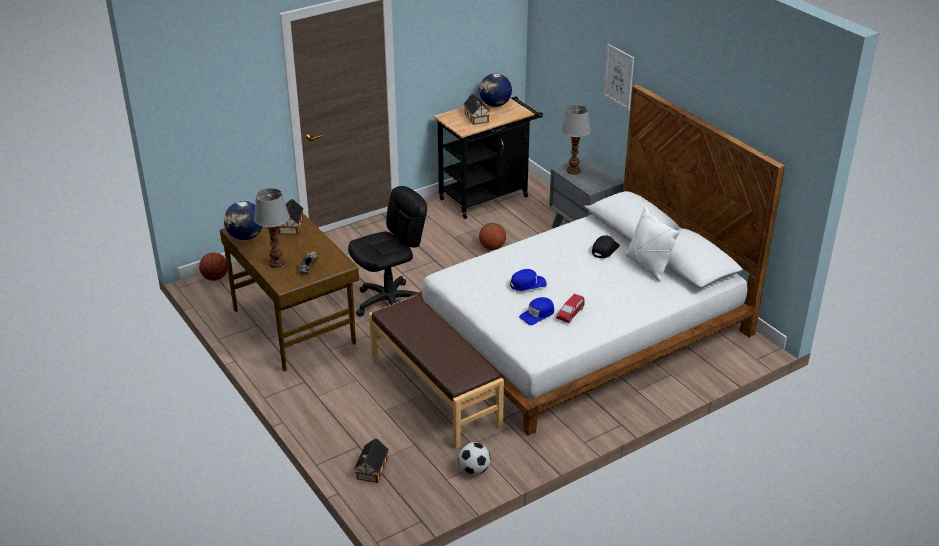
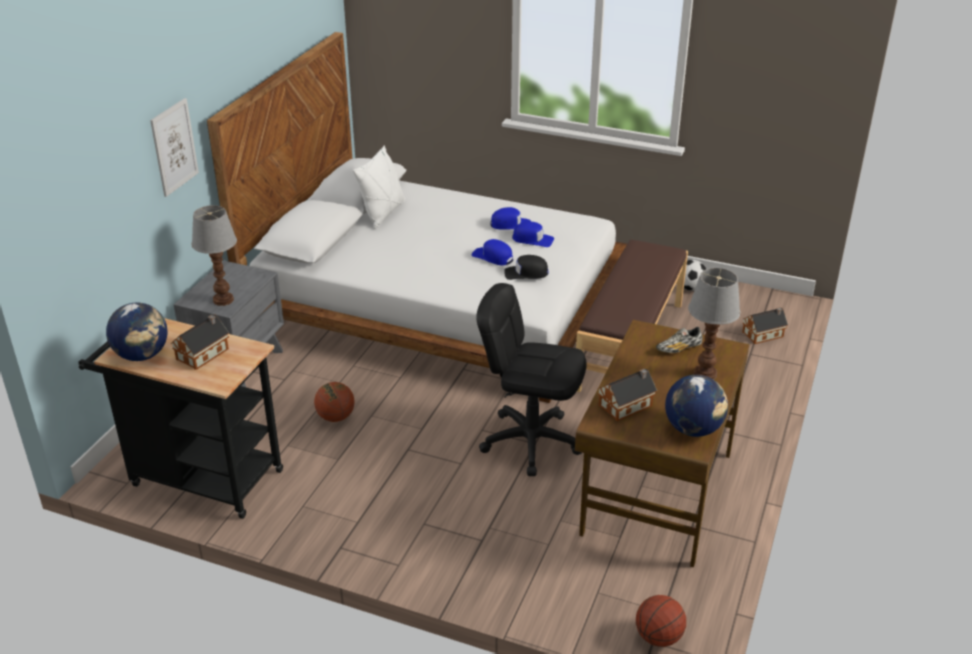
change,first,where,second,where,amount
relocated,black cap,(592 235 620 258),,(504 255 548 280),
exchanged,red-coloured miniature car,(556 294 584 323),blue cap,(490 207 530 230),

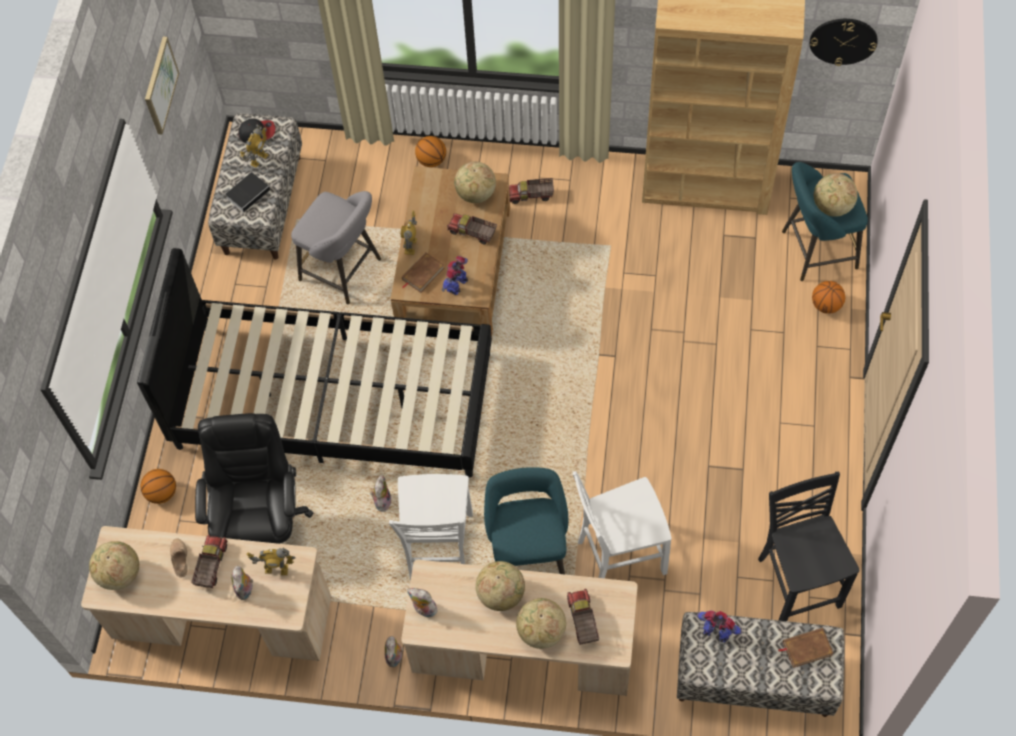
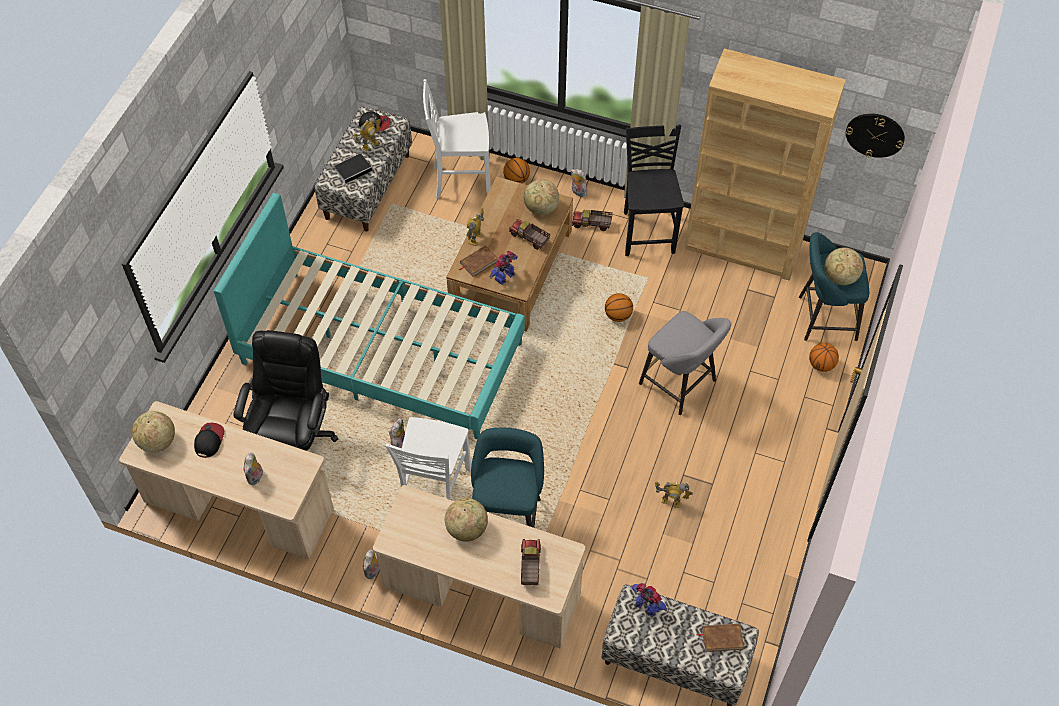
change,first,where,second,where,amount
missing,picture,(145 37 179 134),,,
relocated,greyish stool seat,(291 191 381 304),,(639 311 731 415),
colour,black sleeping bed,(137 248 492 477),turquoise sleeping bed,(214 193 525 439),
relocated,ball for basketball,(140 469 176 504),,(605 293 633 322),
relocated,white-coloured plain chair,(573 471 672 579),,(423 79 491 199),
relocated,black plain chair,(758 472 860 621),,(624 125 684 256),
missing,toy truck,(191 535 228 588),,,
exchanged,beige-coloured shoe,(170 538 188 577),cap,(194 423 224 458),
relocated,model robot,(247 548 296 575),,(655 481 693 508),
relocated,plush toy,(407 588 438 617),,(571 169 587 197),
missing,world globe,(516 598 566 649),,,

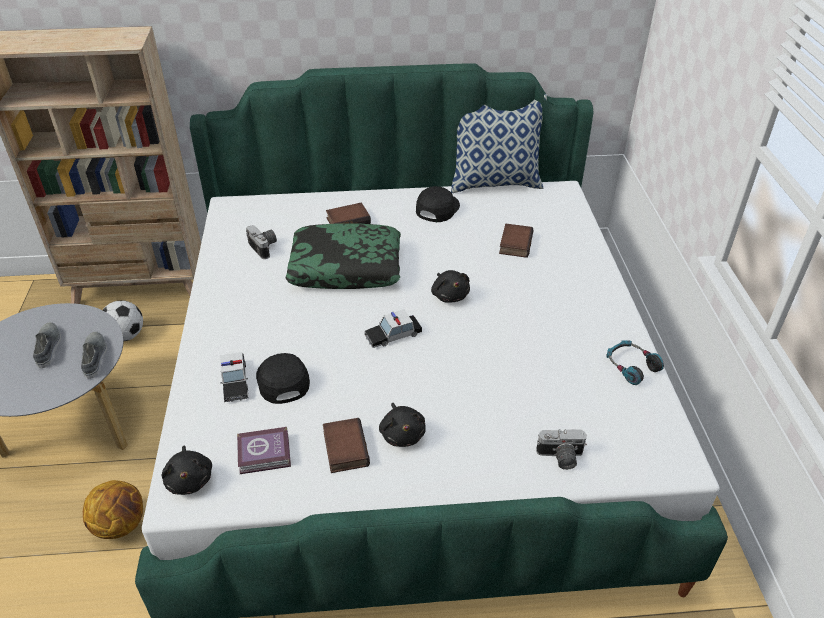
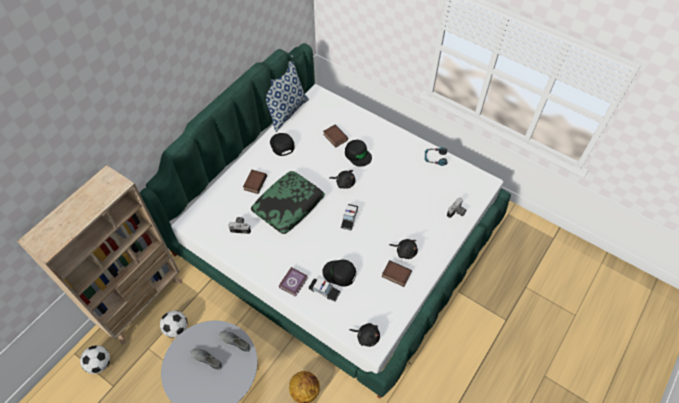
change,first,where,second,where,amount
relocated,book,(237 427 291 474),,(279 267 308 297),
appeared,,,black cap,(345 140 372 167),
appeared,,,football ball,(80 345 110 374),

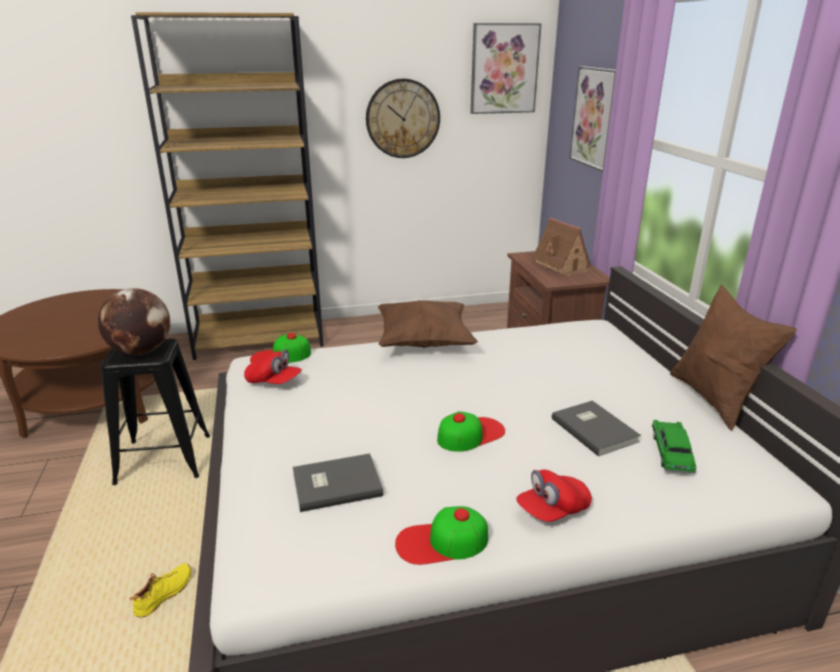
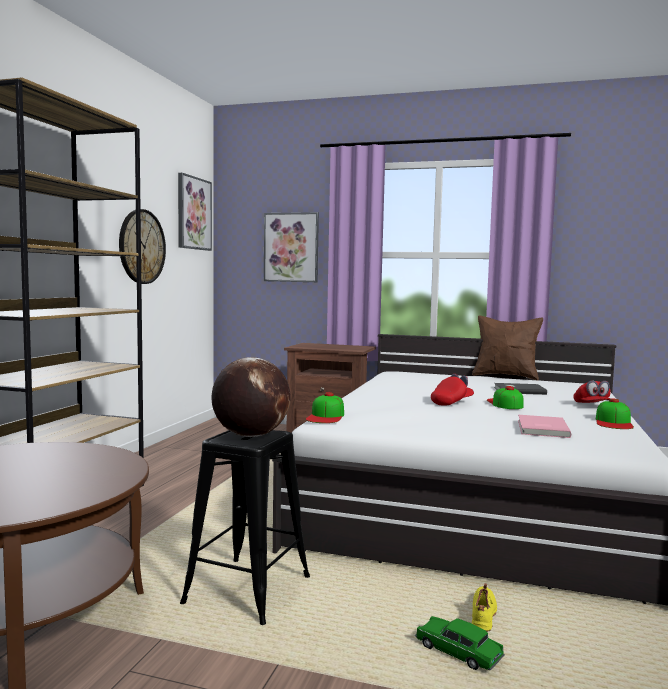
change,first,where,second,where,amount
missing,toy house,(532 218 593 277),,,
missing,brown pillow,(378 300 478 348),,,
relocated,red-coloured cap,(244 350 302 384),,(431 374 474 406),
relocated,greenish miniature car,(652 420 696 473),,(415 616 505 670),
colour,greyish book,(293 454 383 512),pink-coloured book,(518 415 571 438),
spun,yellow shoe,(130 564 191 617),,(472 583 497 632),45 degrees clockwise

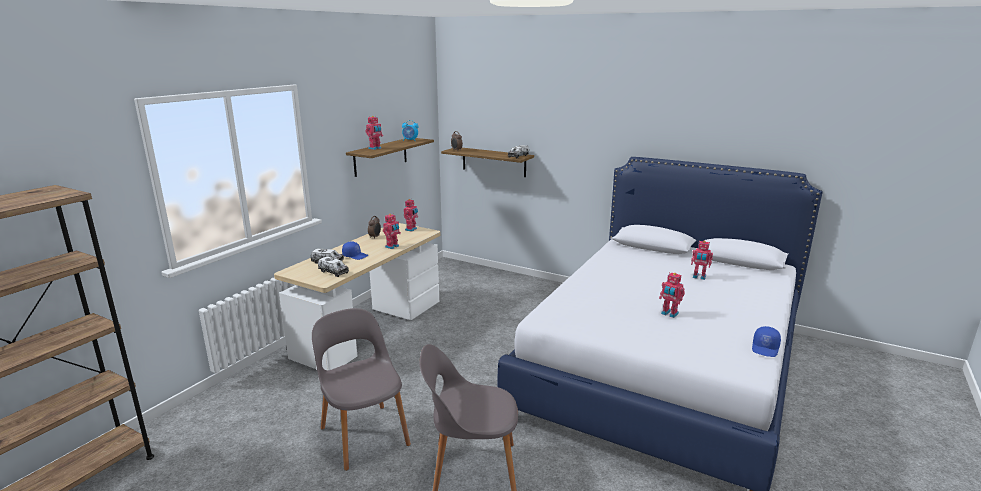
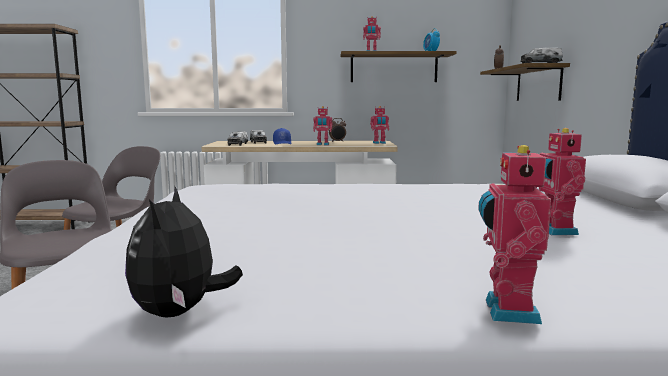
change,first,where,second,where,amount
relocated,model robot,(659 272 685 318),,(478 145 551 324),
exchanged,blue cap,(752 326 781 357),plush toy,(125 186 243 318),

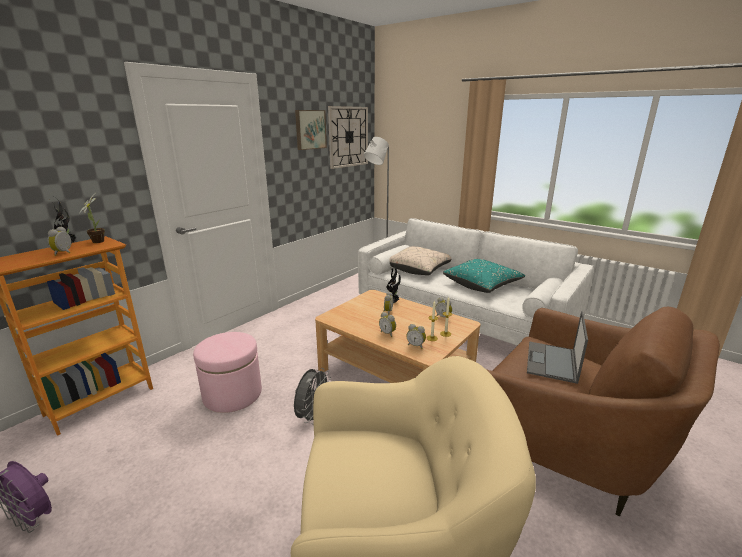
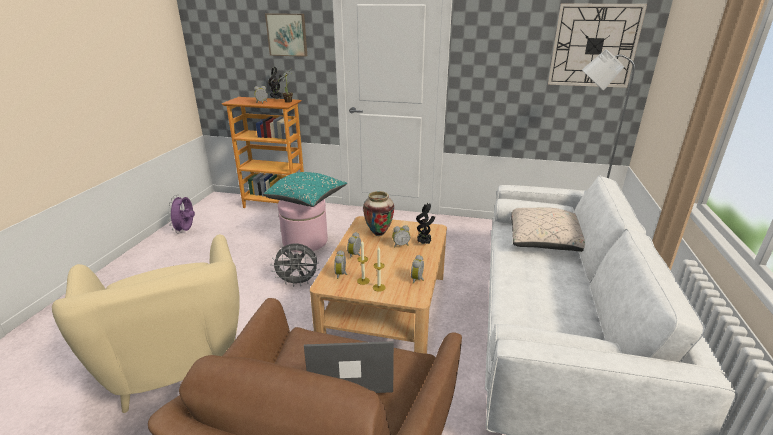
change,first,where,second,where,amount
relocated,picture,(295 110 327 150),,(265 13 307 57),
relocated,turquoise pillow,(443 259 525 293),,(263 172 347 207),
appeared,,,vase,(363 191 394 236),

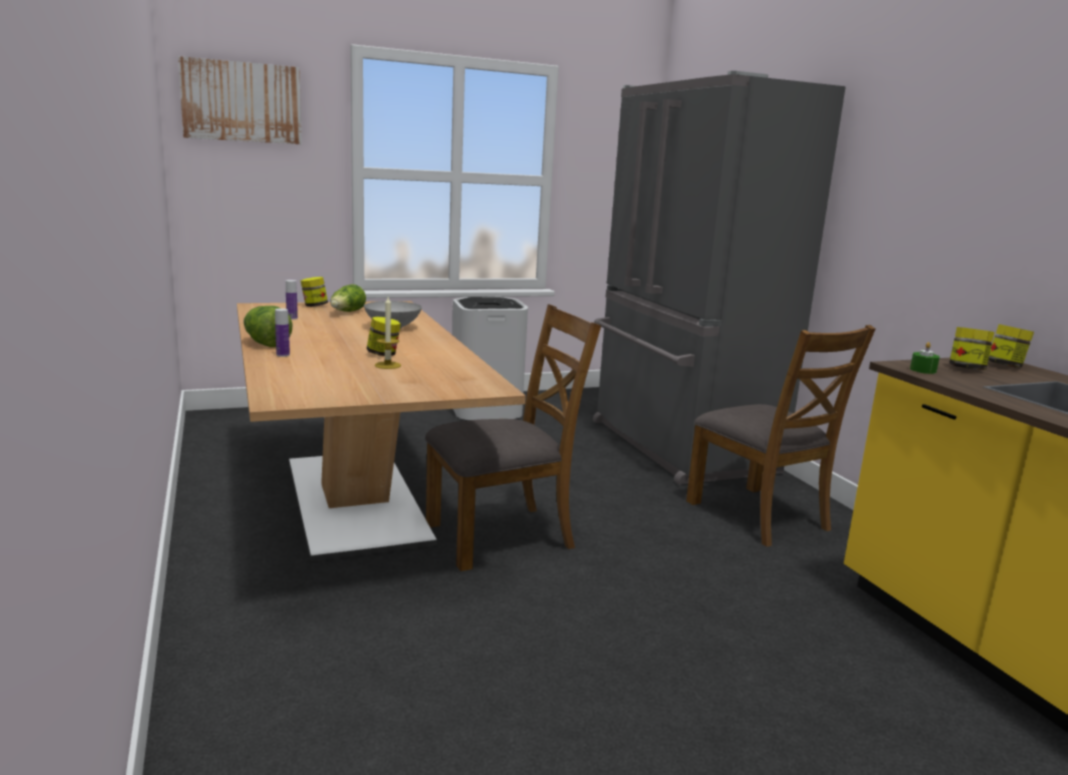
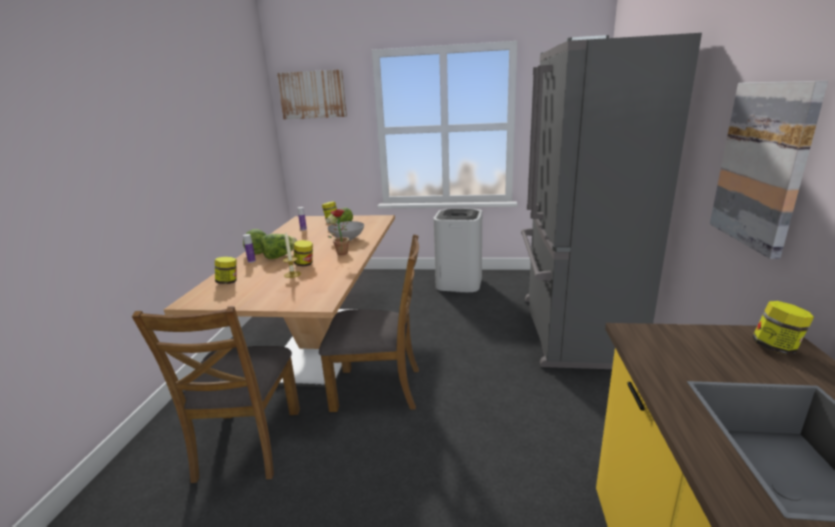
change,first,where,second,where,amount
relocated,brown plain chair,(686 325 875 547),,(132 306 300 483),
relocated,jar,(949 327 994 370),,(215 257 237 284),
missing,greenish candle,(910 342 940 374),,,
appeared,,,picture,(710 81 828 259),
appeared,,,plant in a pot,(327 209 349 255),
appeared,,,lettuce,(261 234 297 259),

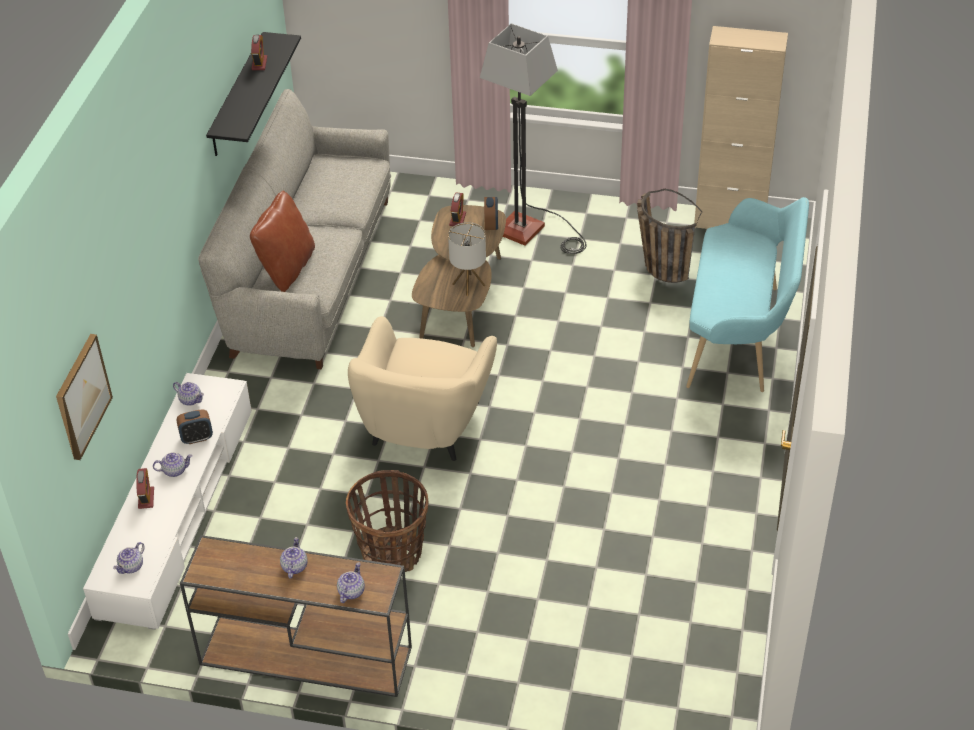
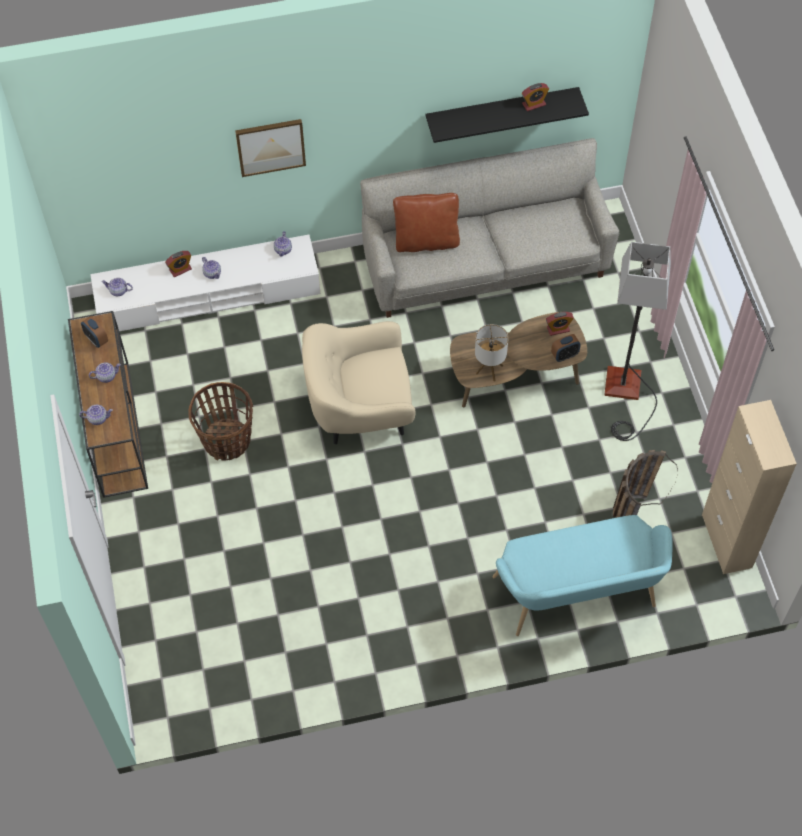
change,first,where,second,where,amount
relocated,picture,(56 334 113 460),,(235 119 306 177),
relocated,alarm clock,(177 409 213 444),,(81 316 108 348),

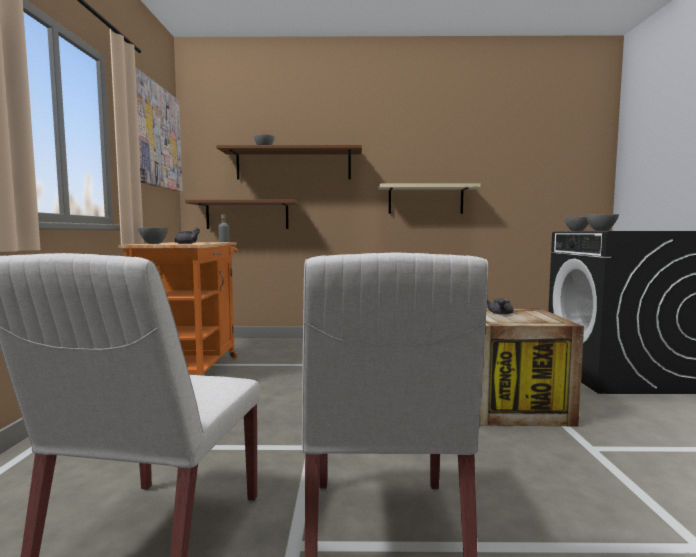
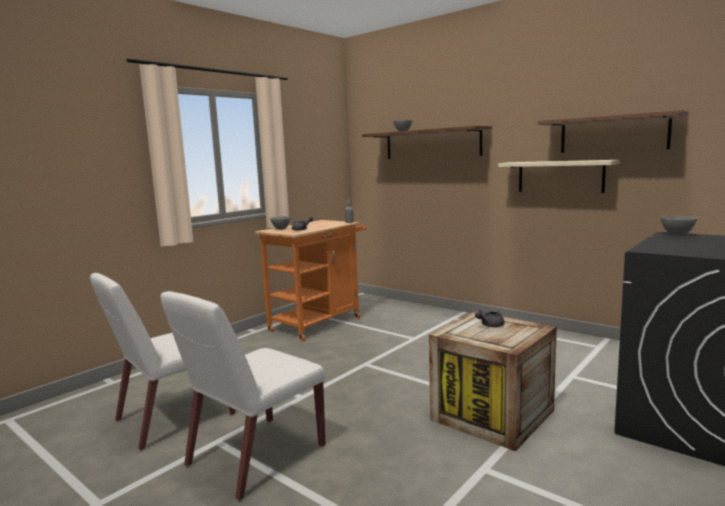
change,first,where,second,where,amount
missing,picture,(135 67 182 192),,,
relocated,brown wall shelf,(185 199 298 229),,(538 110 688 153),
missing,greyish serving bowl,(586 214 619 231),,,

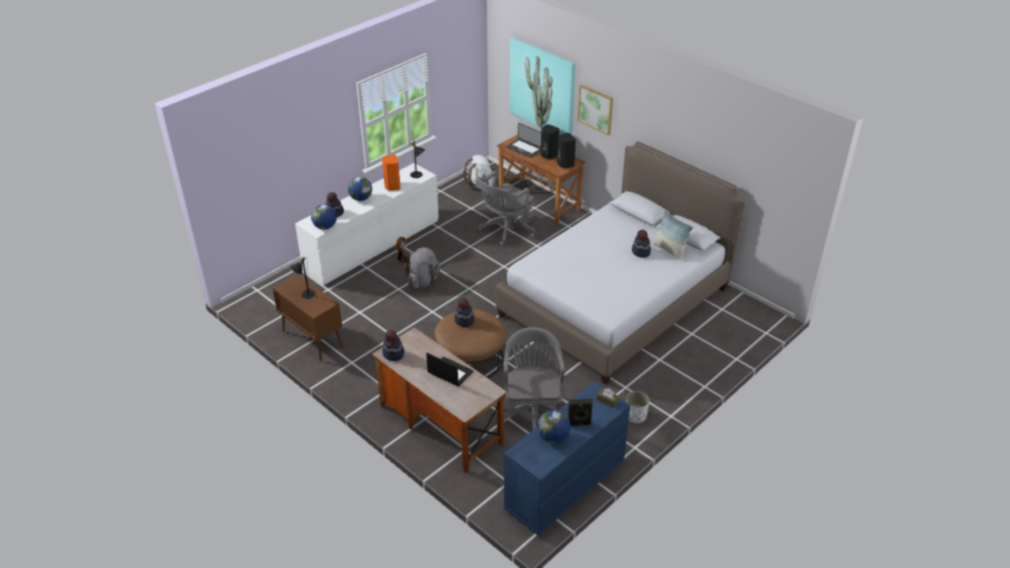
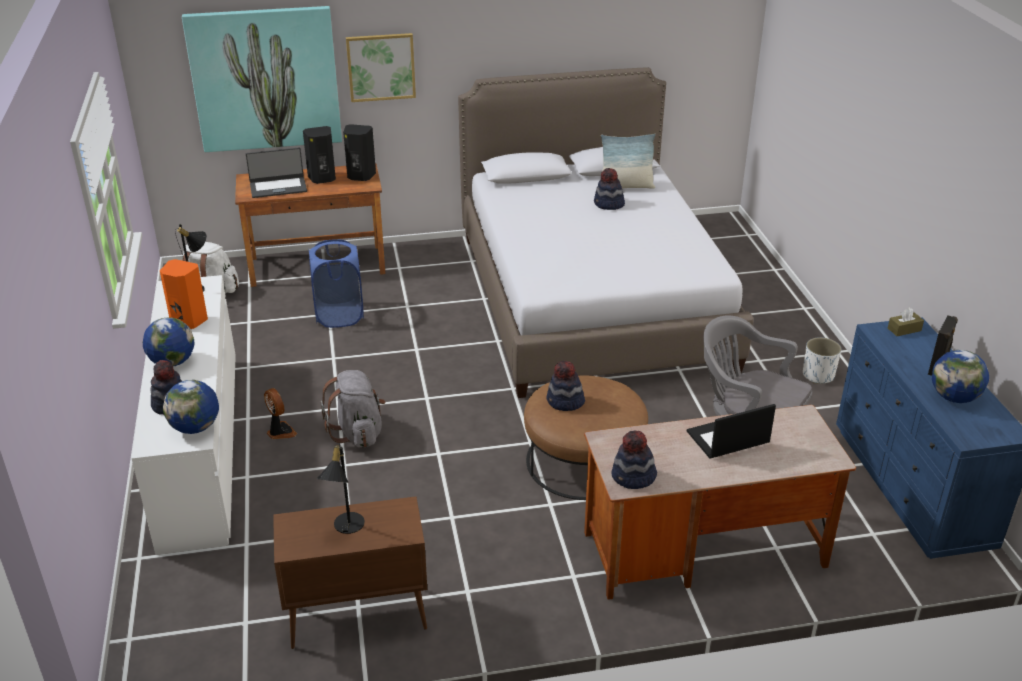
change,first,where,second,where,amount
exchanged,greyish office chair,(478 171 535 245),blue hamper,(309 239 364 328),

